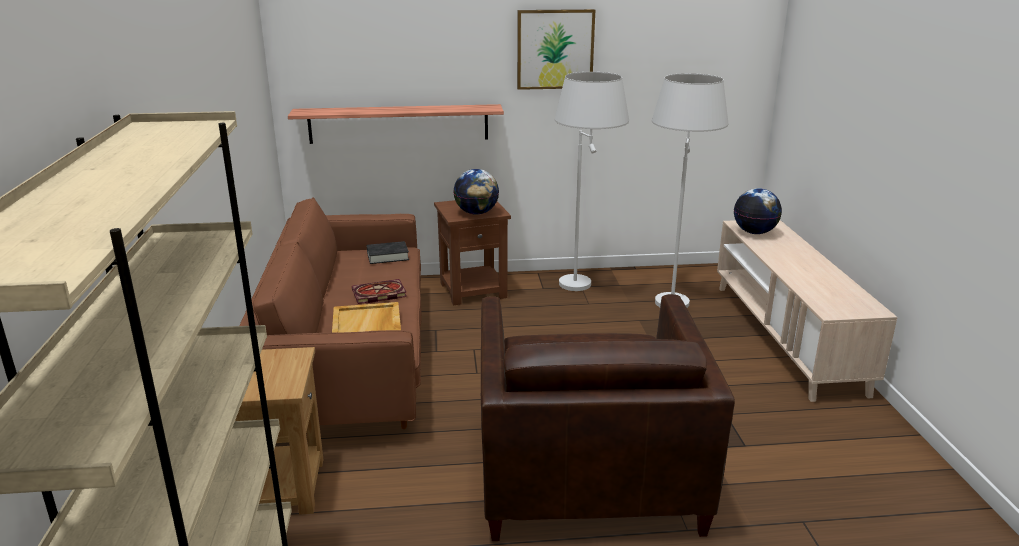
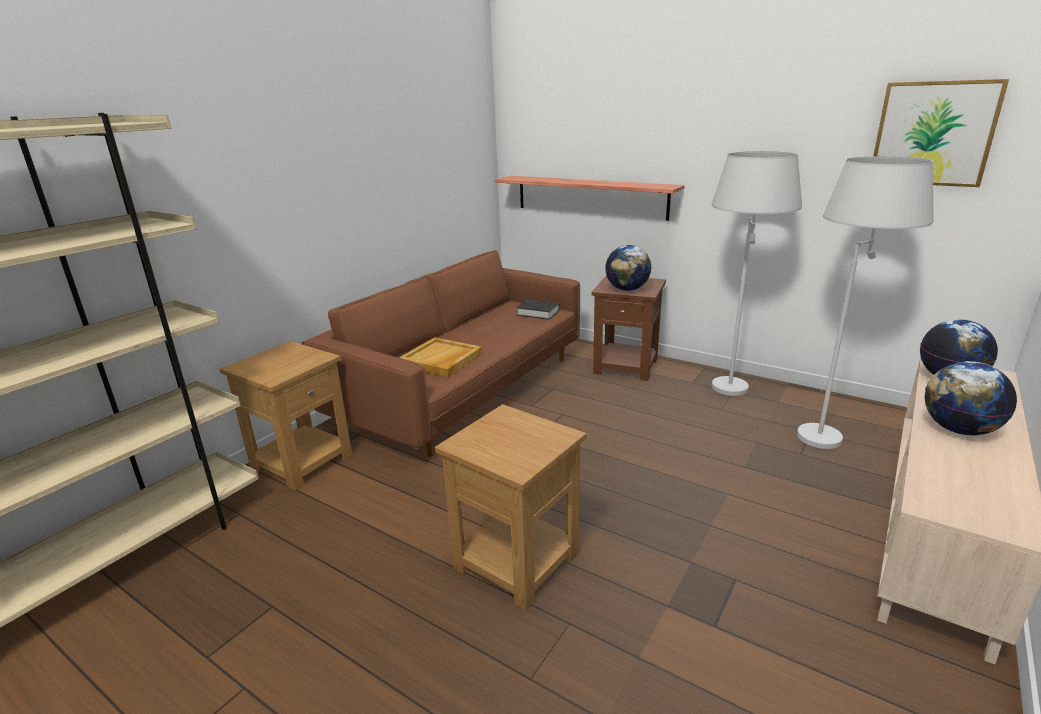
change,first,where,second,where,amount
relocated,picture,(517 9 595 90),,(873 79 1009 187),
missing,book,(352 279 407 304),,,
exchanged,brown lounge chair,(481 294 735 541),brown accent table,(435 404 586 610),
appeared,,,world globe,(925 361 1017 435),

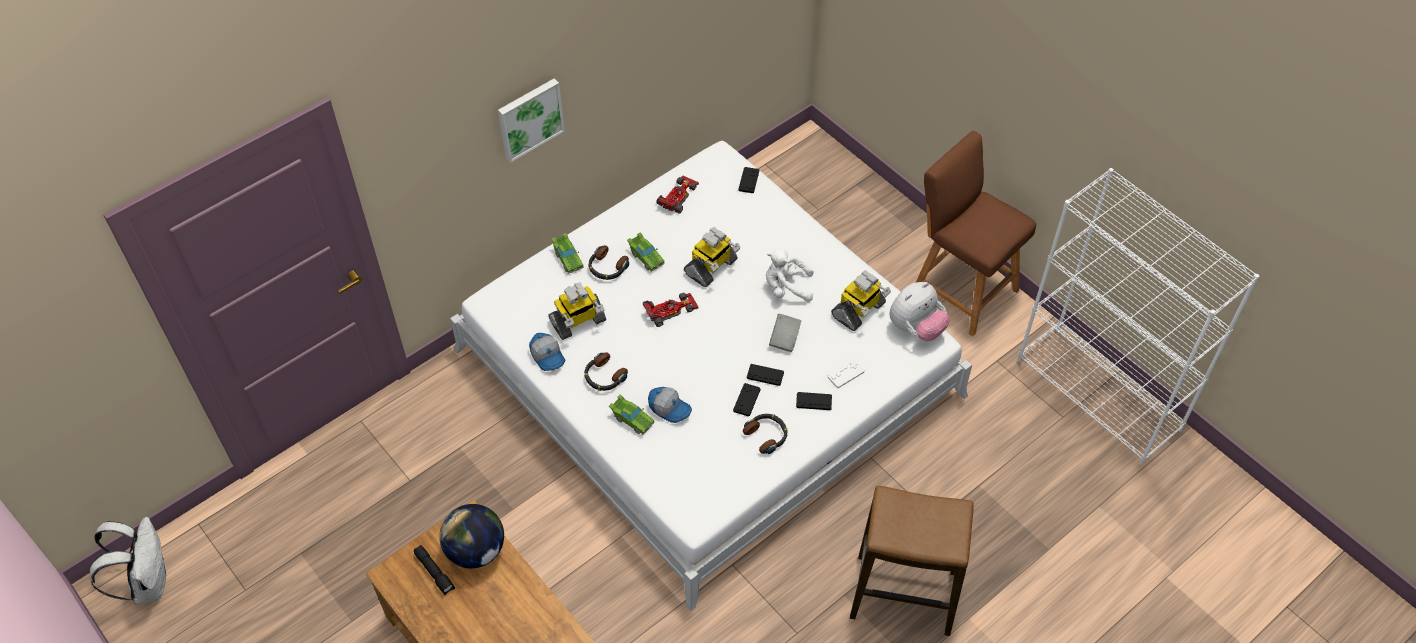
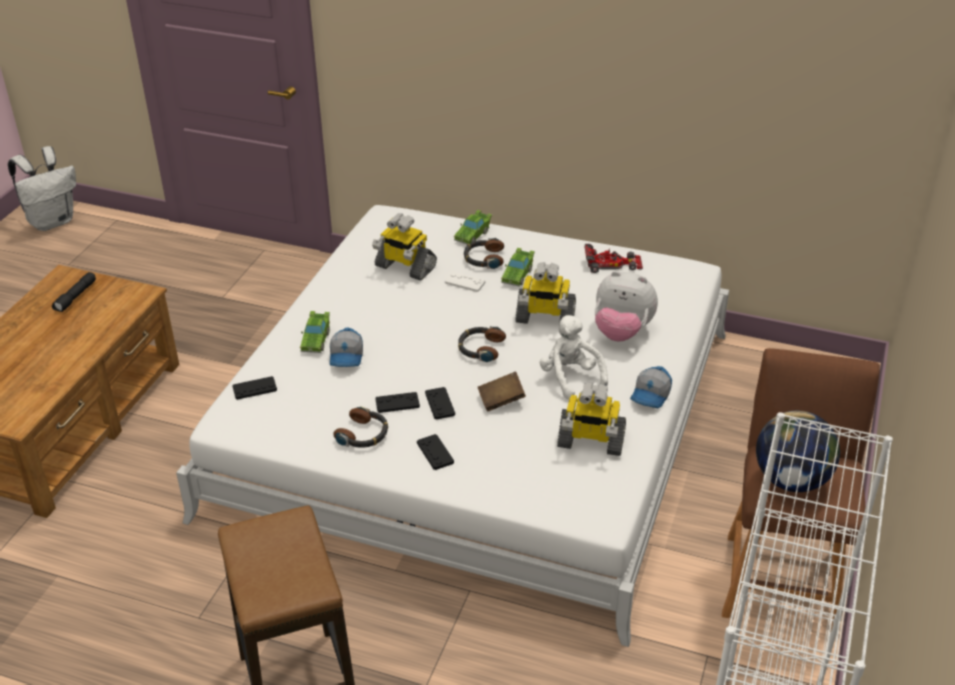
change,first,where,second,where,amount
missing,picture,(498 79 565 163),,,
relocated,black game controller,(738 167 759 193),,(232 376 277 400),
relocated,plush toy,(890 282 950 341),,(595 271 658 342),
missing,miniature car,(643 293 699 327),,,
colour,greyish book,(769 314 802 352),brown book,(478 372 526 411),
relocated,cap,(529 333 565 371),,(630 366 672 408),
relocated,pair of headphones,(584 352 628 391),,(458 326 506 362),
relocated,white-coloured game controller,(827 360 864 388),,(445 272 485 292),
relocated,world globe,(439 504 504 568),,(756 411 840 492),

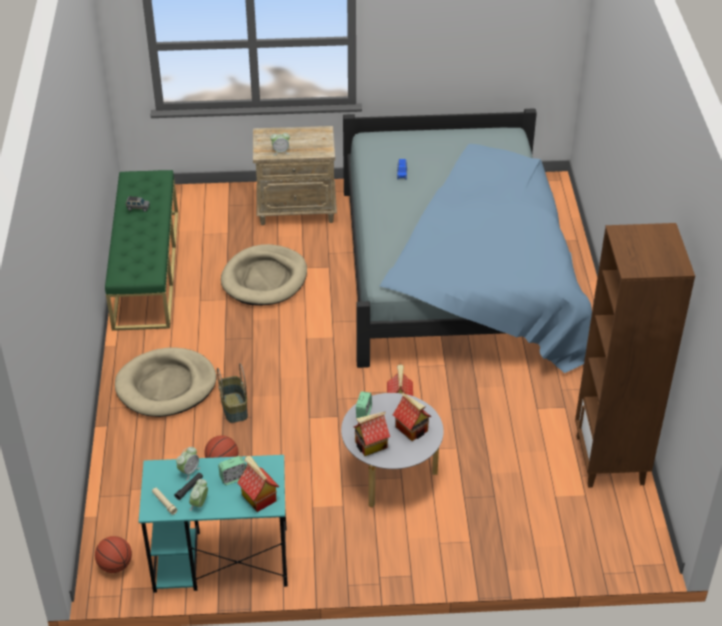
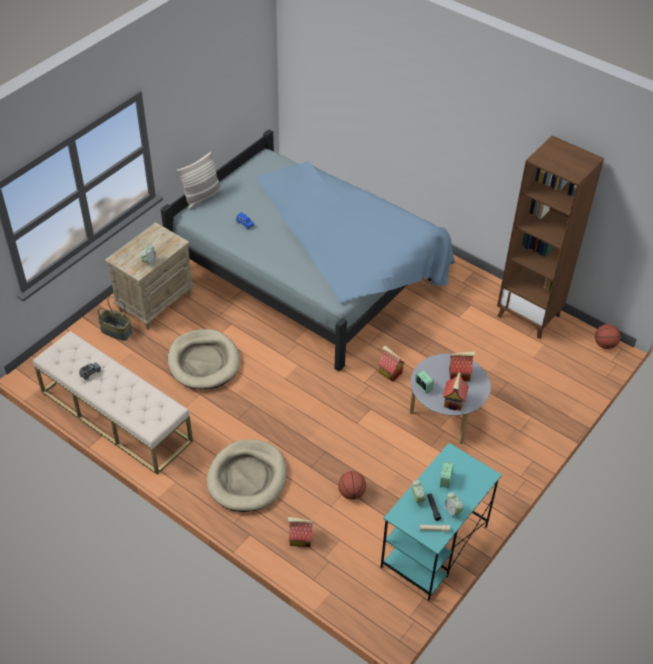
change,first,where,second,where,amount
colour,greenish indoor bench,(105 170 178 331),beige-coloured indoor bench,(33 331 193 475),
relocated,household basket,(217 363 248 423),,(98 296 132 341),
relocated,toy house,(237 456 279 512),,(288 517 313 547),
relocated,ball for basketball,(95 536 132 573),,(595 324 621 349),
appeared,,,pillow,(177 152 223 210),

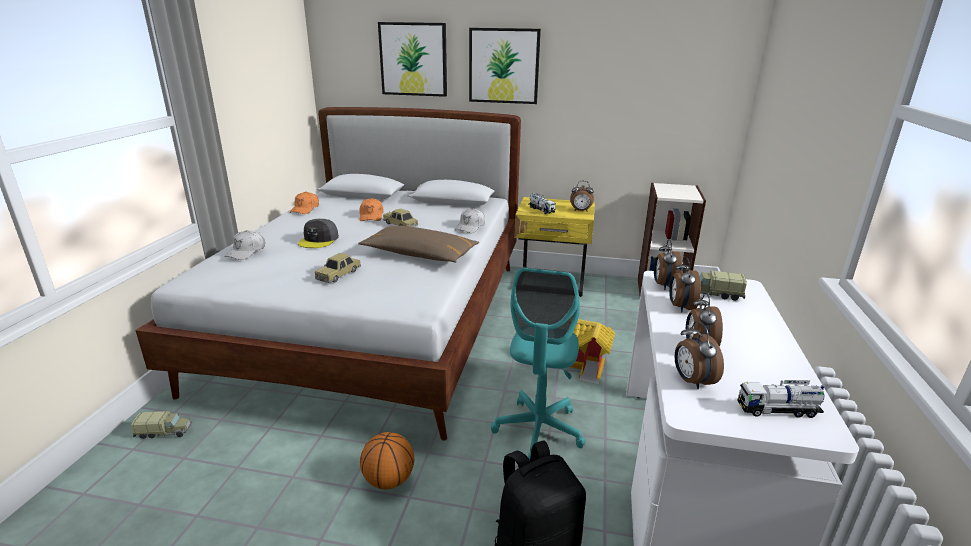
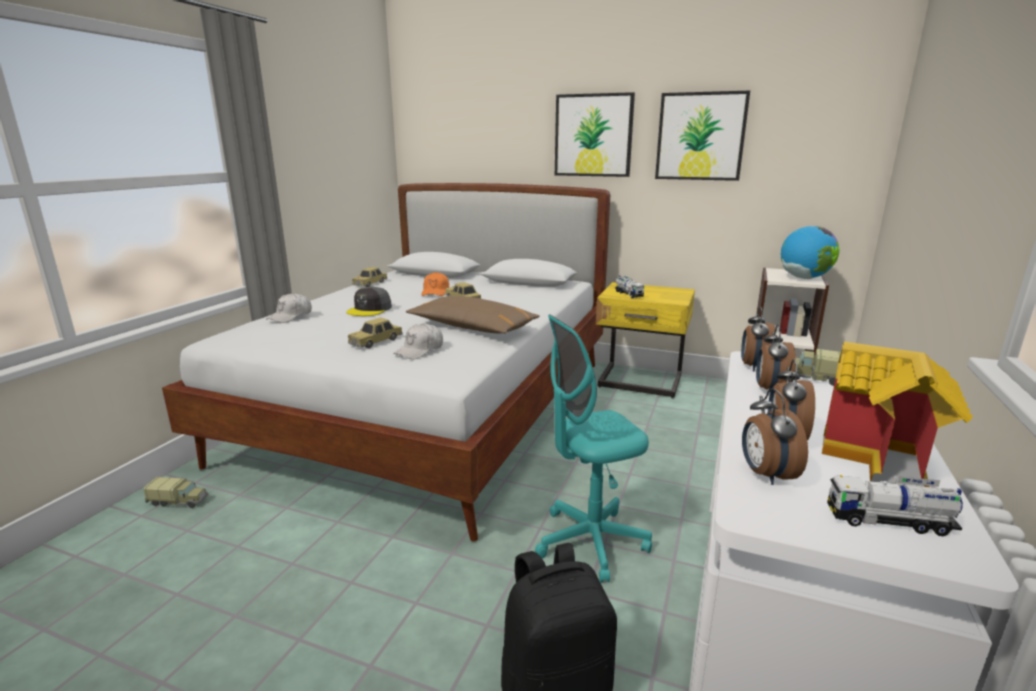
change,first,where,second,where,amount
relocated,picture,(378 22 447 97),,(655 91 750 181),
missing,alarm clock,(570 181 594 212),,,
exchanged,orange-coloured cap,(289 192 319 214),miniature car,(352 267 387 287),
relocated,white-coloured cap,(455 208 485 233),,(393 323 443 359),
spun,turquoise office chair,(491 267 585 460),,(535 315 652 583),45 degrees clockwise
relocated,toy house,(570 319 615 384),,(822 342 973 487),
missing,ball for basketball,(360 432 414 489),,,
appeared,,,world globe,(781 226 839 279),

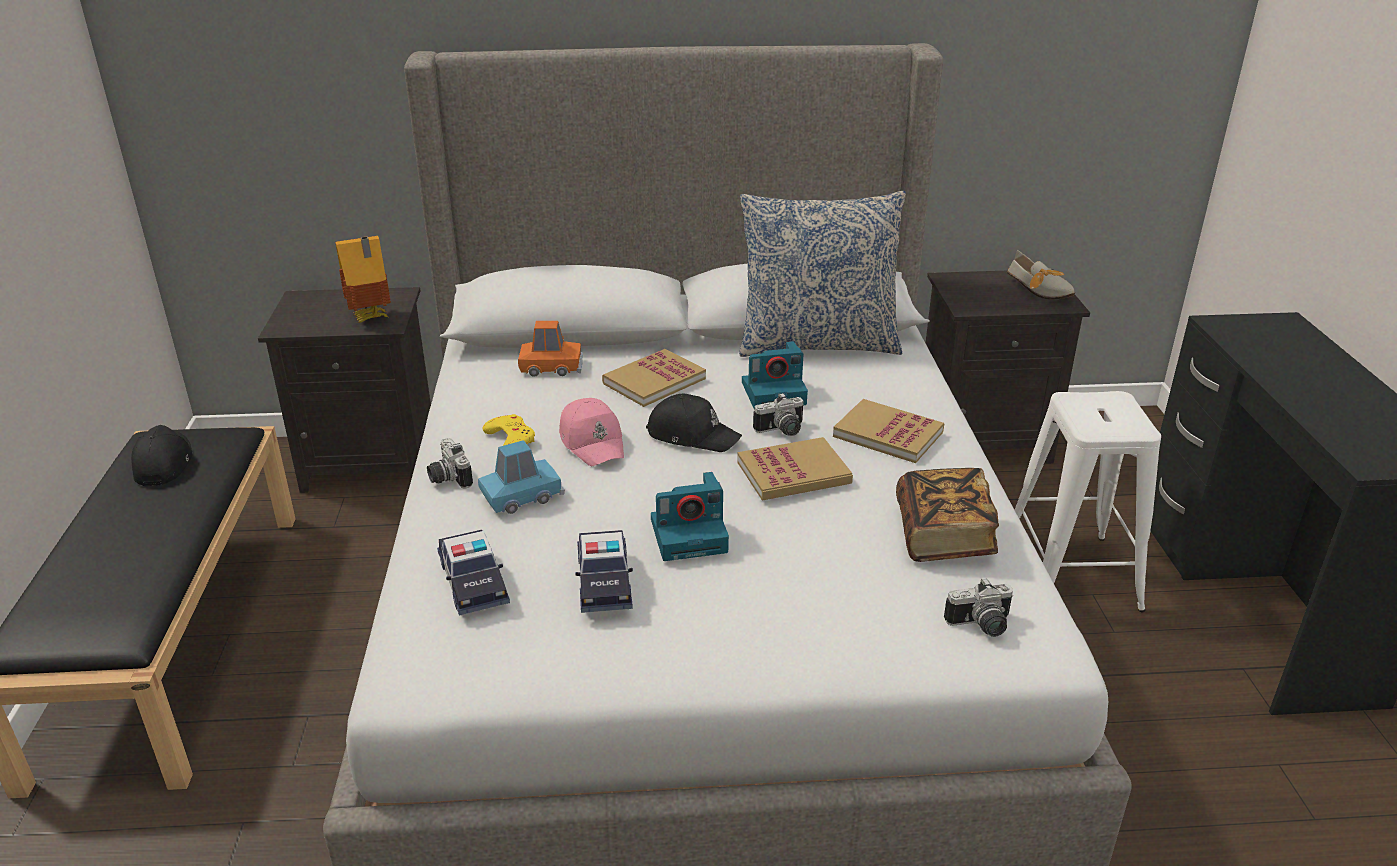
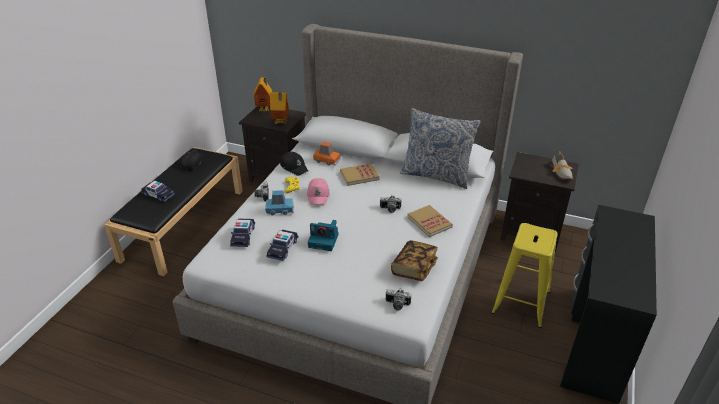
change,first,where,second,where,amount
missing,photo camera,(742 341 808 408),,,
colour,white-coloured stool seat,(1015 391 1161 612),yellow stool seat,(491 223 558 328),
relocated,black cap,(646 394 742 452),,(280 152 308 176),
missing,book,(737 437 853 501),,,
appeared,,,toy house,(253 77 272 111),
appeared,,,miniature car,(141 181 175 201),

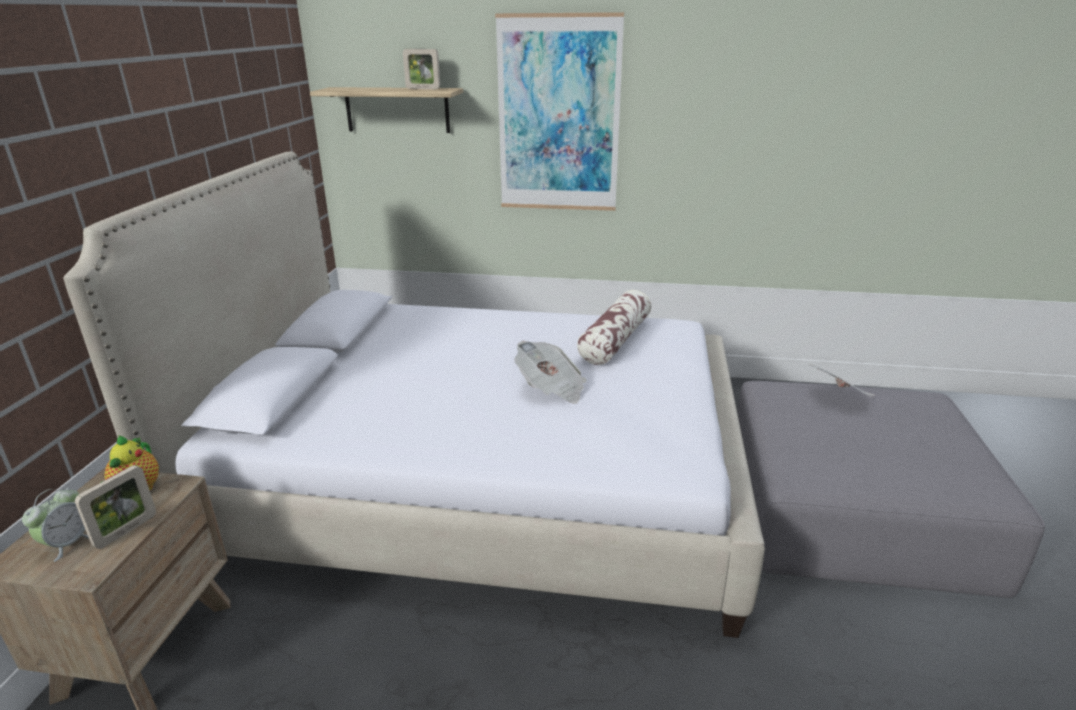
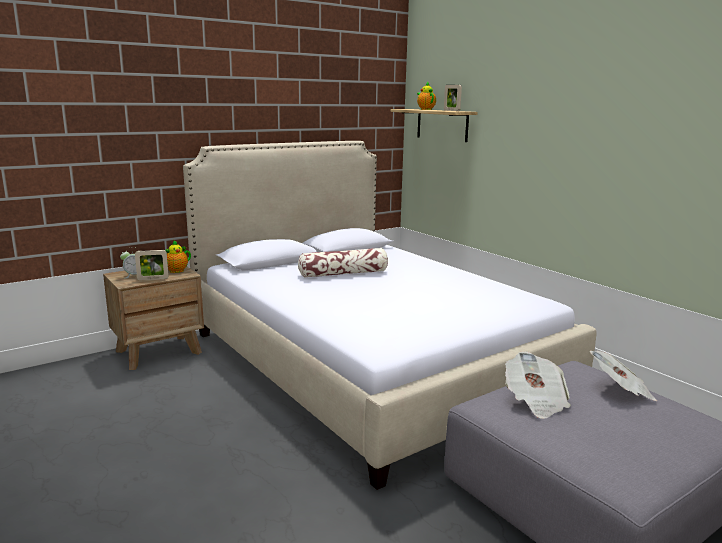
change,first,where,second,where,amount
missing,picture,(495 12 624 211),,,
relocated,pillow,(577 290 651 365),,(298 248 388 278),
relocated,daily paper,(514 341 586 404),,(505 351 571 419),
appeared,,,teapot,(417 81 436 110),

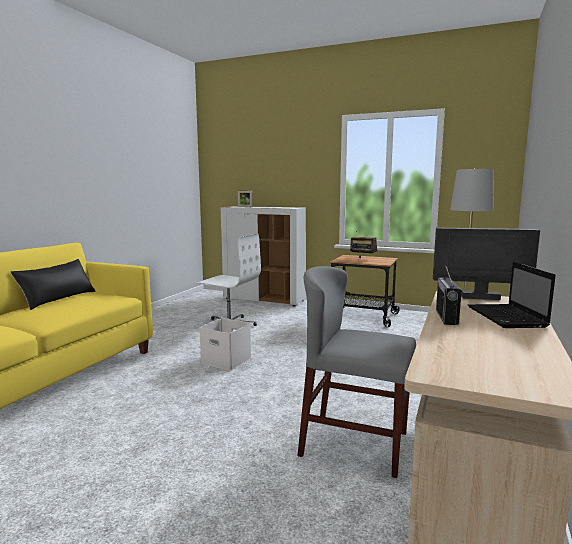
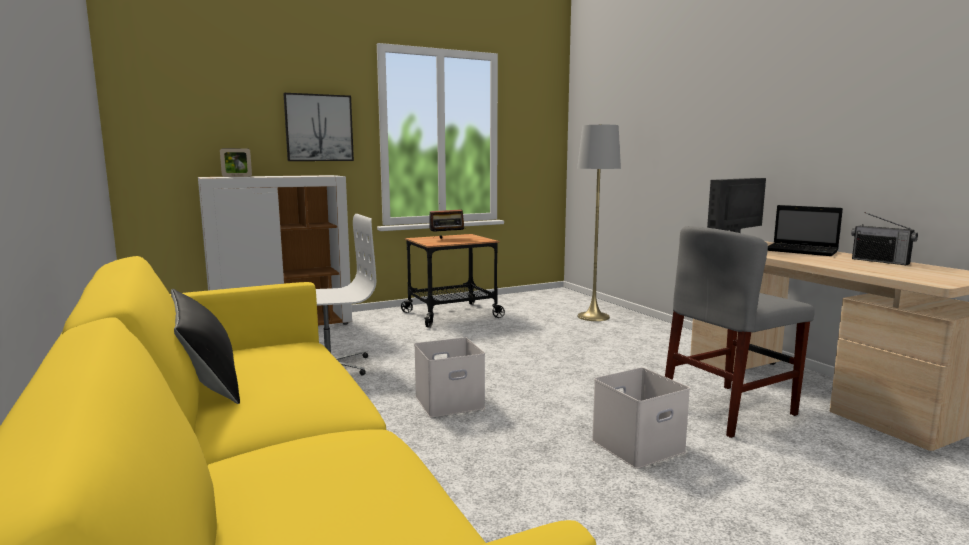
change,first,where,second,where,amount
relocated,radio,(436 264 462 325),,(851 212 918 265),
appeared,,,picture,(283 93 354 161),
appeared,,,white-coloured storage box,(592 368 690 469),

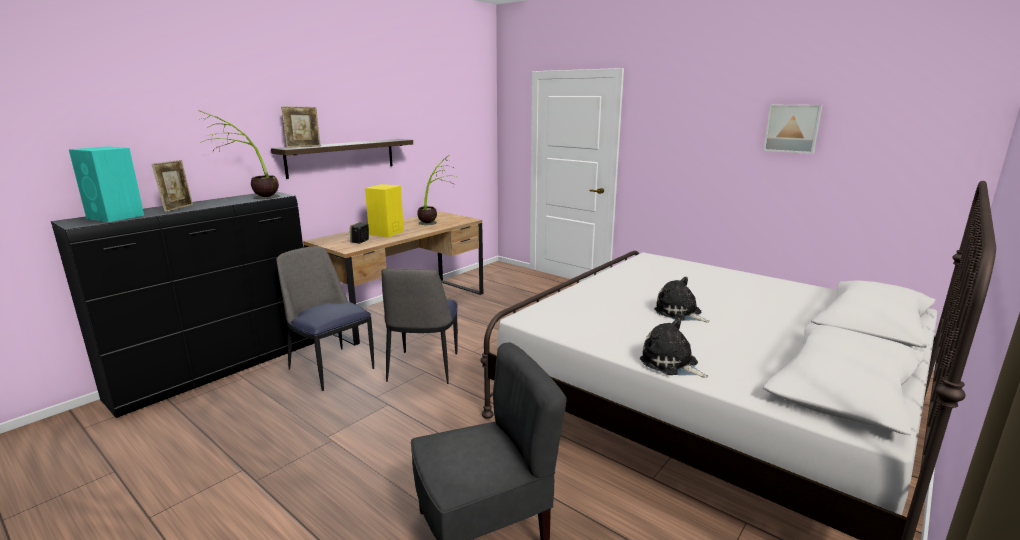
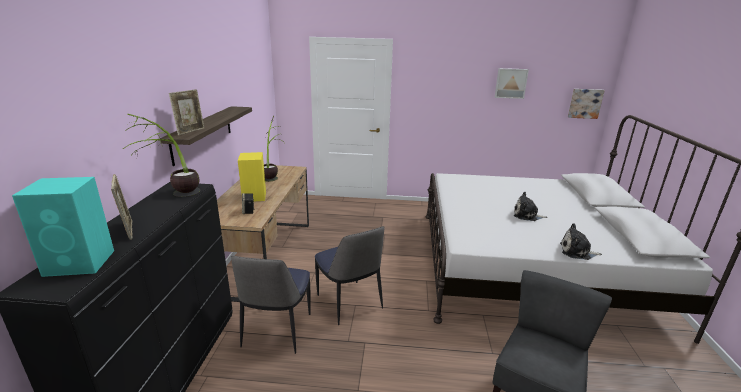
change,first,where,second,where,amount
spun,plain chair,(276 246 374 391),,(231 256 311 354),90 degrees counterclockwise
appeared,,,picture,(568 89 605 119),

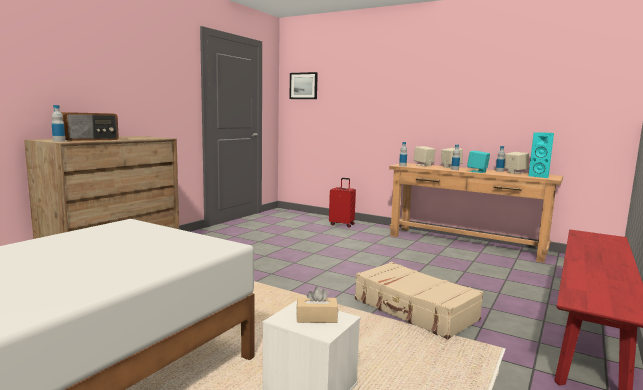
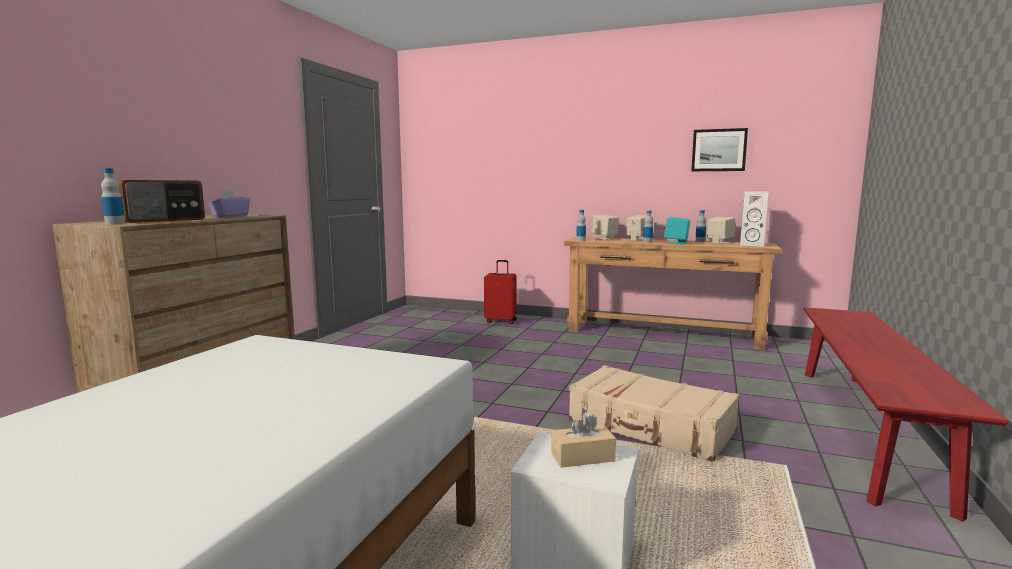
change,first,where,second,where,amount
relocated,picture,(289 72 318 99),,(691 128 748 171),
colour,turquoise speaker,(528 132 554 178),white-coloured speaker,(740 191 769 247),
appeared,,,purple-coloured box of tissues,(208 190 250 217),

